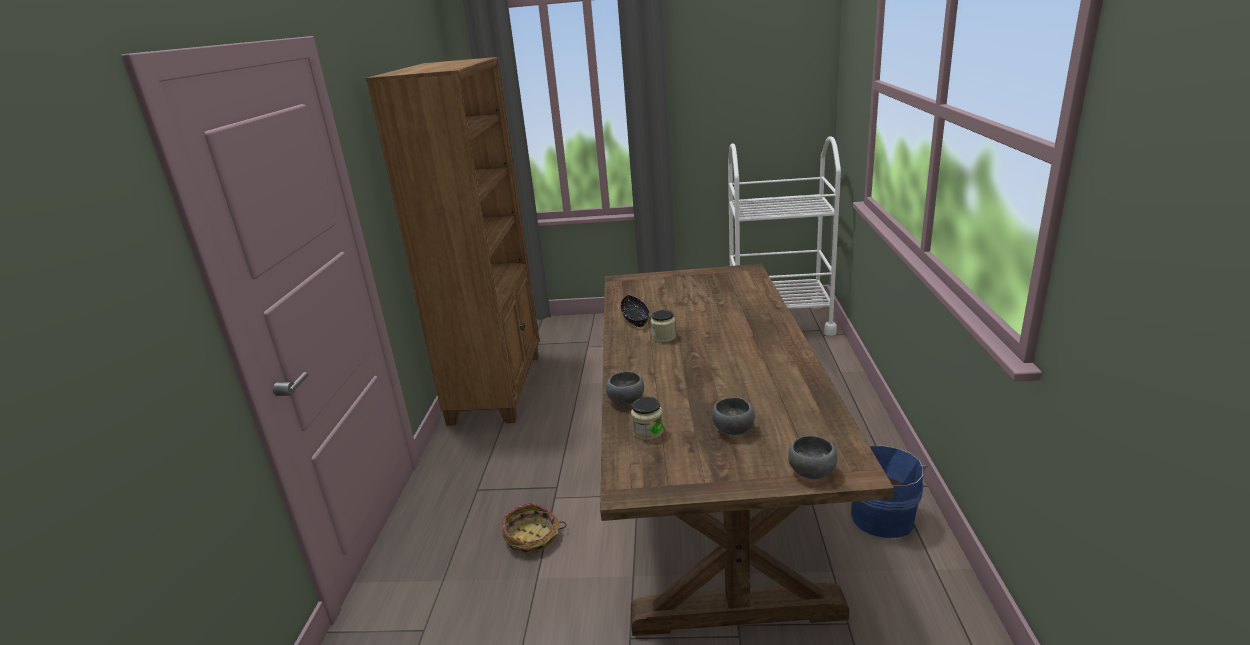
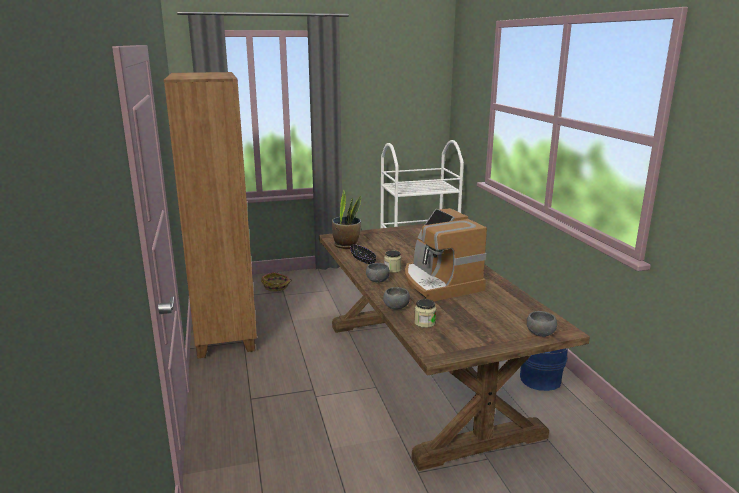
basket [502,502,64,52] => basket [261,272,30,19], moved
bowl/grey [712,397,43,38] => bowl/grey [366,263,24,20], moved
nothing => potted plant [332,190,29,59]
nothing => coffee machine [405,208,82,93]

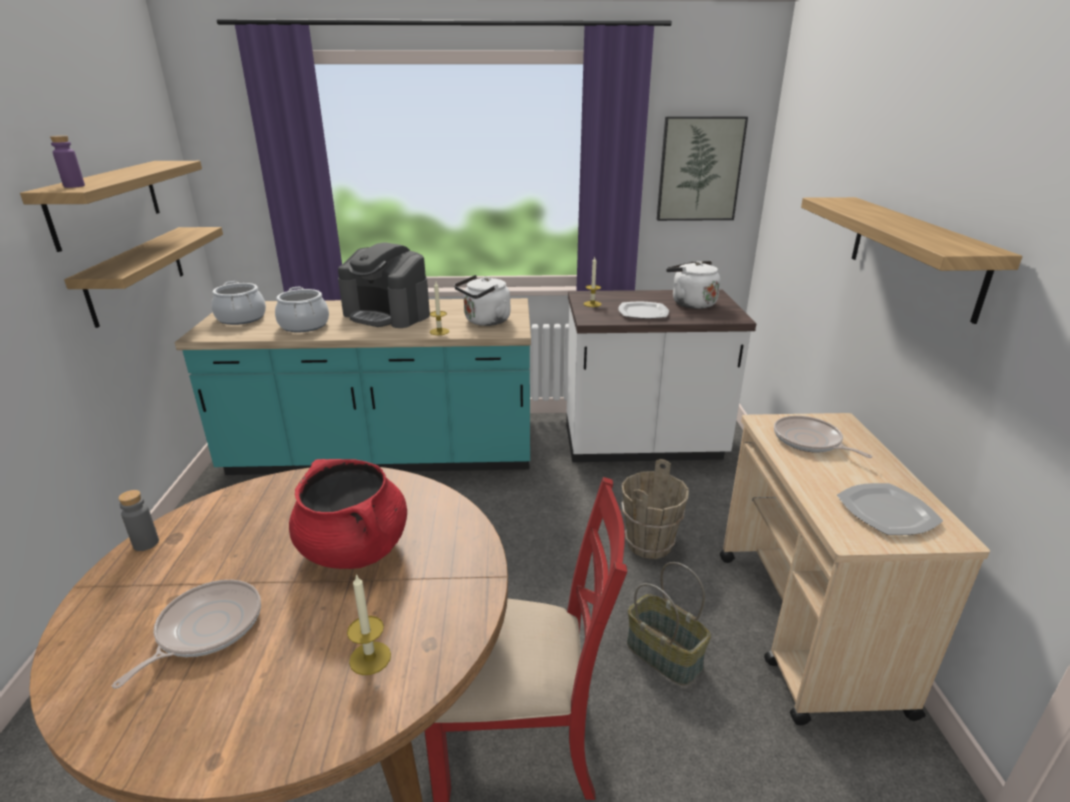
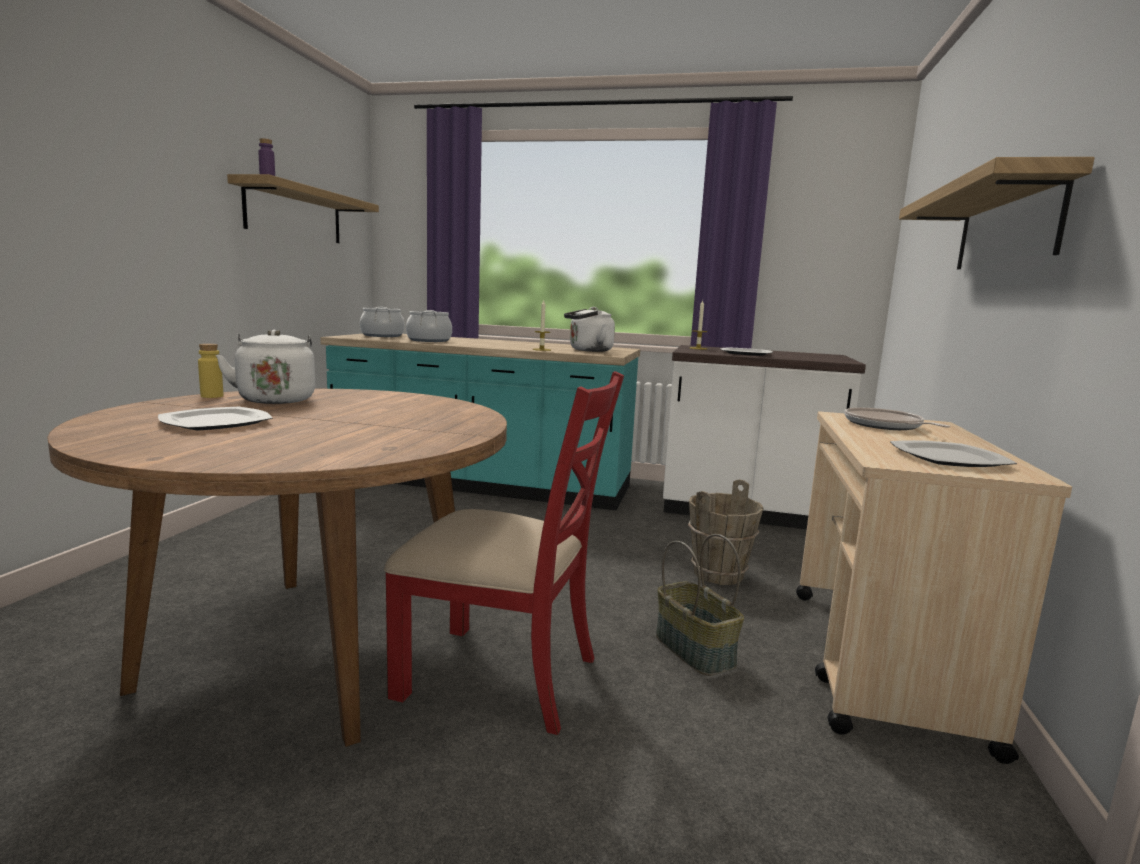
shelf [64,227,159,101] => nothing
frying pan [112,580,149,109] => plate [158,407,114,24]
bottle/grey [118,490,41,61] => bottle/yellow [198,343,26,55]
cooking pot/red [289,459,118,110] => nothing
coffee machine [338,242,92,86] => nothing
candle [347,574,44,101] => nothing
picture [657,116,91,105] => nothing
kettle/white [666,261,54,48] => kettle/white [216,330,99,74], moved

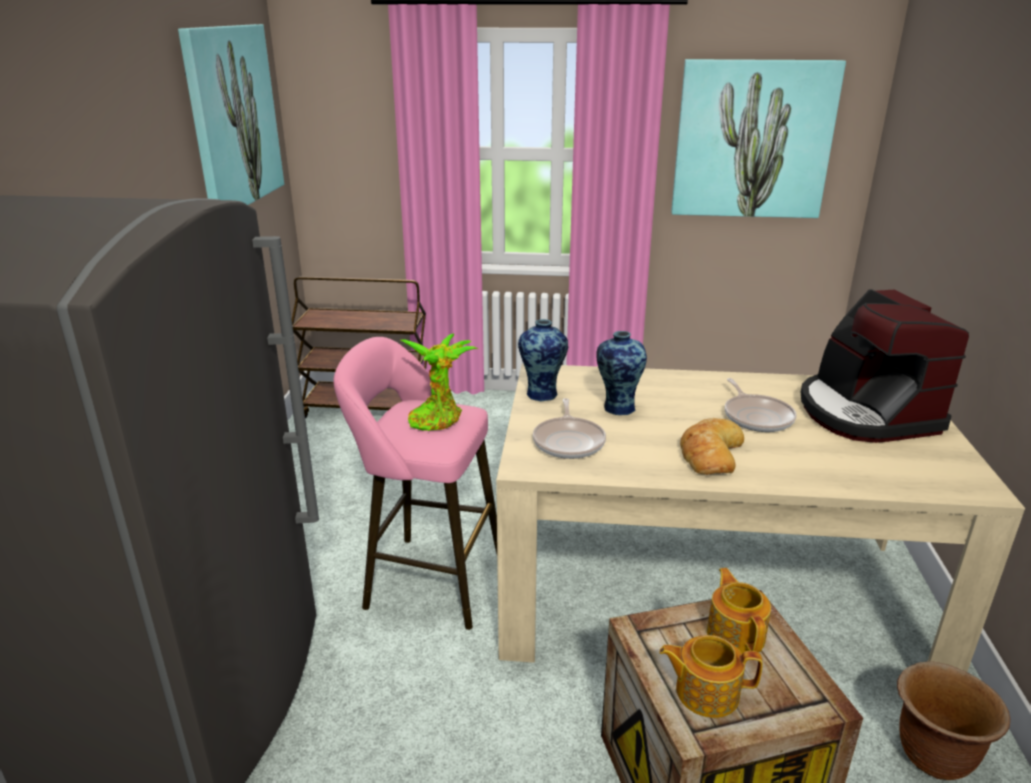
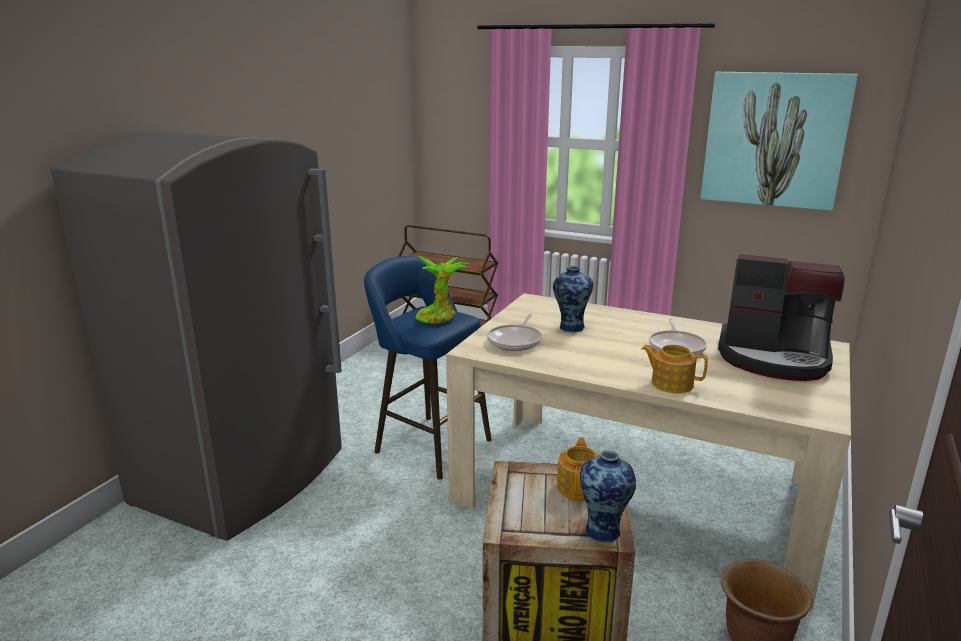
picture [178,24,106,181] => nothing
stool/pink [333,337,164,293] => stool/blue [364,256,128,223]
vase [518,319,50,83] => vase [580,450,56,94], moved
teapot [659,635,104,83] => teapot [642,345,66,48], moved
bread [680,418,64,57] => nothing
coffee machine [801,289,168,154] => coffee machine [718,254,127,127], 75 degrees counterclockwise

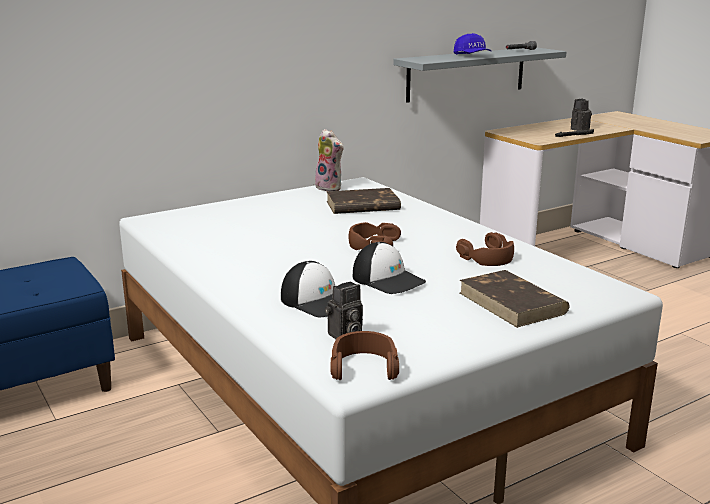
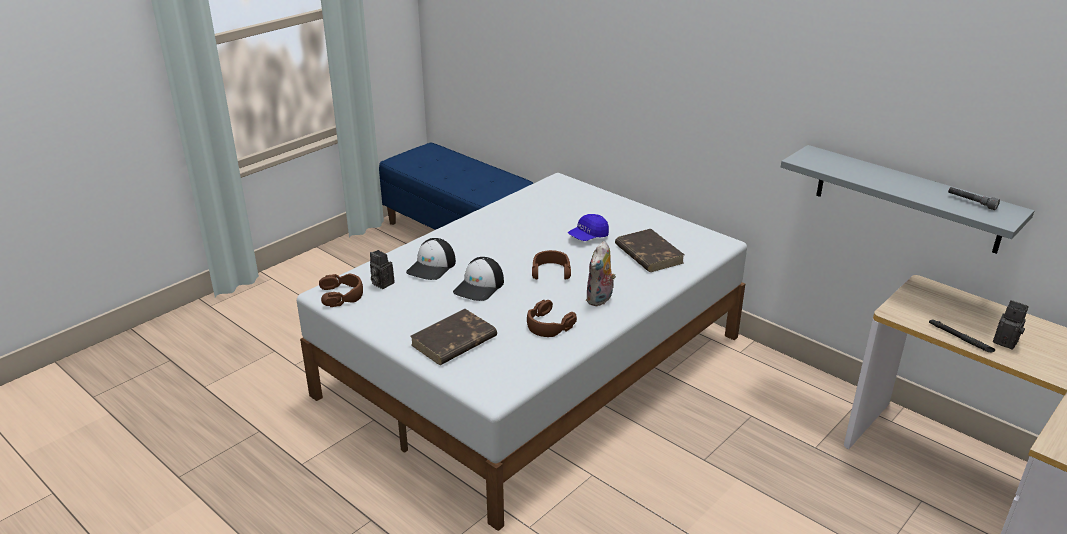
plush toy [315,129,29,62] => plush toy [586,241,30,65], moved
cap/blue [454,33,37,21] => cap/blue [568,214,41,27], moved

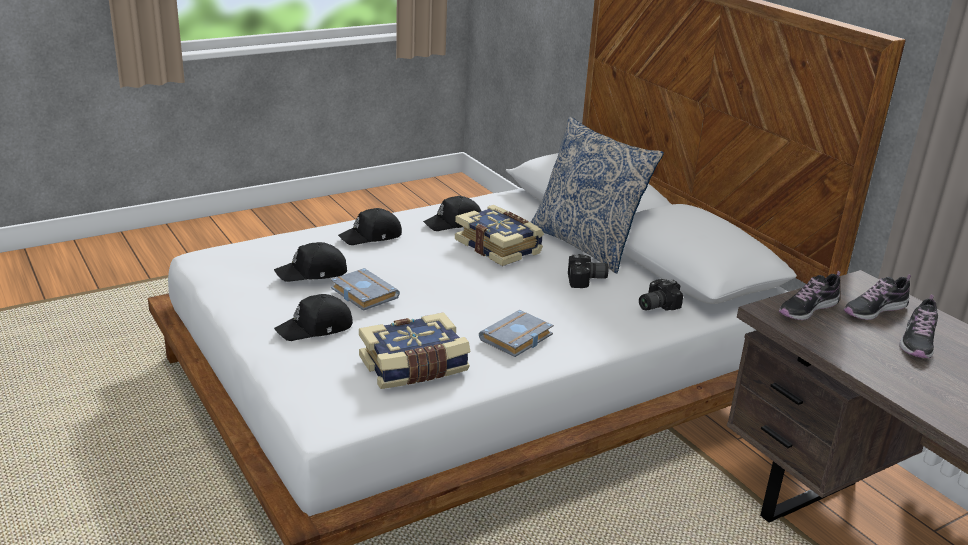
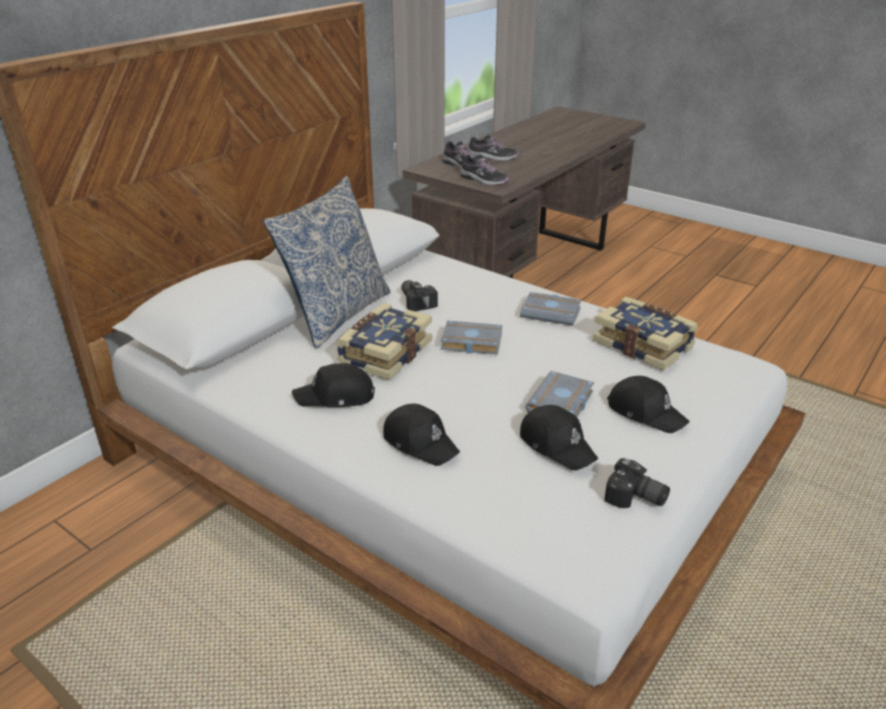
cap/black [423,196,58,35] => cap/black [292,363,83,44], 135 degrees clockwise
photo camera [639,279,44,32] => photo camera [604,458,66,50], moved
nothing => book/grey [441,320,61,35]

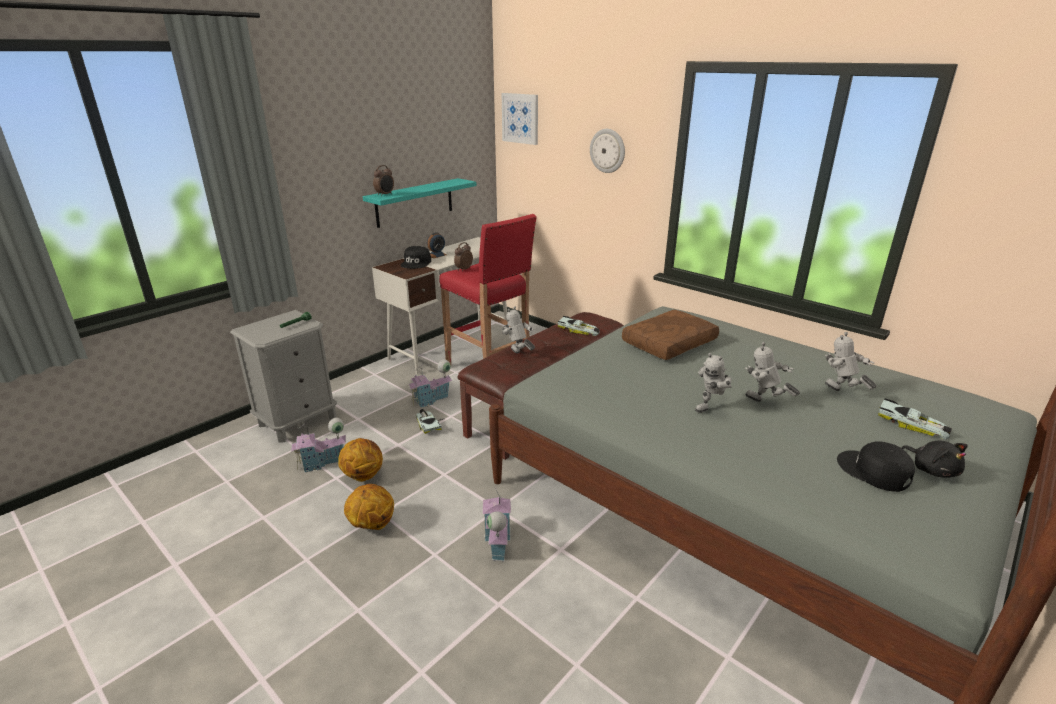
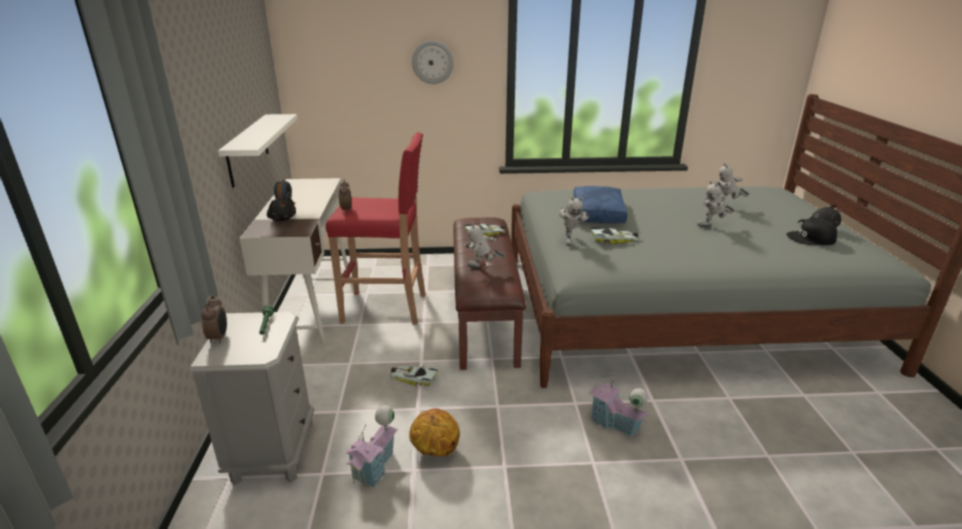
basketball [344,484,50,46] => nothing
shelf/turquoise [363,178,113,50] => shelf/white [218,114,79,74]
alarm clock [373,165,21,31] => alarm clock [201,296,26,47], moved
cap/black [400,246,31,23] => plush toy/black [267,198,29,23]
toy house [408,359,44,49] => nothing
picture [502,93,36,52] => nothing
pillow/brown [622,310,97,50] => pillow/blue [573,186,54,37]
toy robot [695,353,37,60] => toy robot [559,197,30,49], moved
toy car [878,398,74,41] => toy car [591,228,47,16], moved

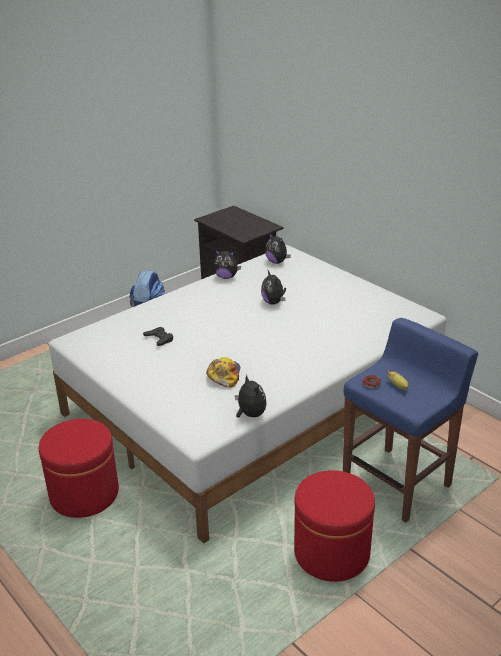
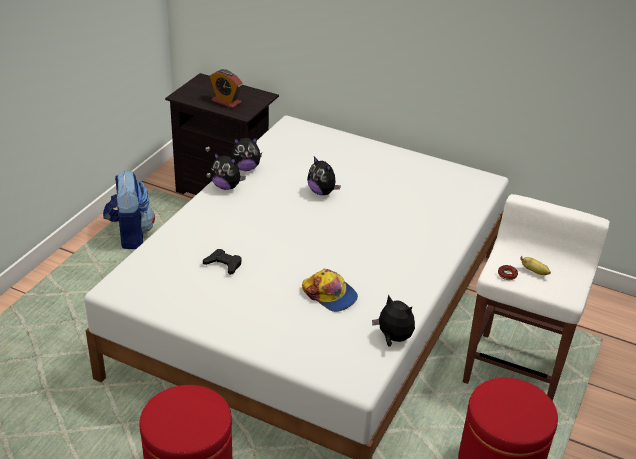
cap [206,357,35,31] => cap [302,269,56,43], 150 degrees clockwise
plush toy [265,233,26,31] => plush toy [210,152,36,38], moved
stool/blue [343,318,135,205] => stool/white [463,194,147,207]
nothing => alarm clock [210,69,32,40]

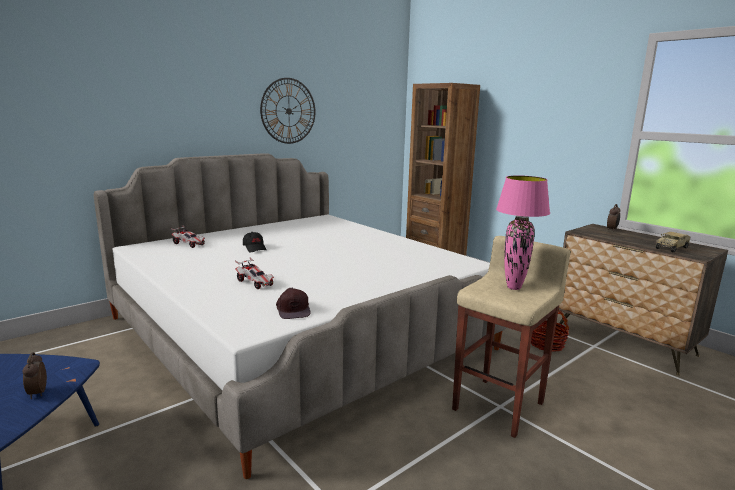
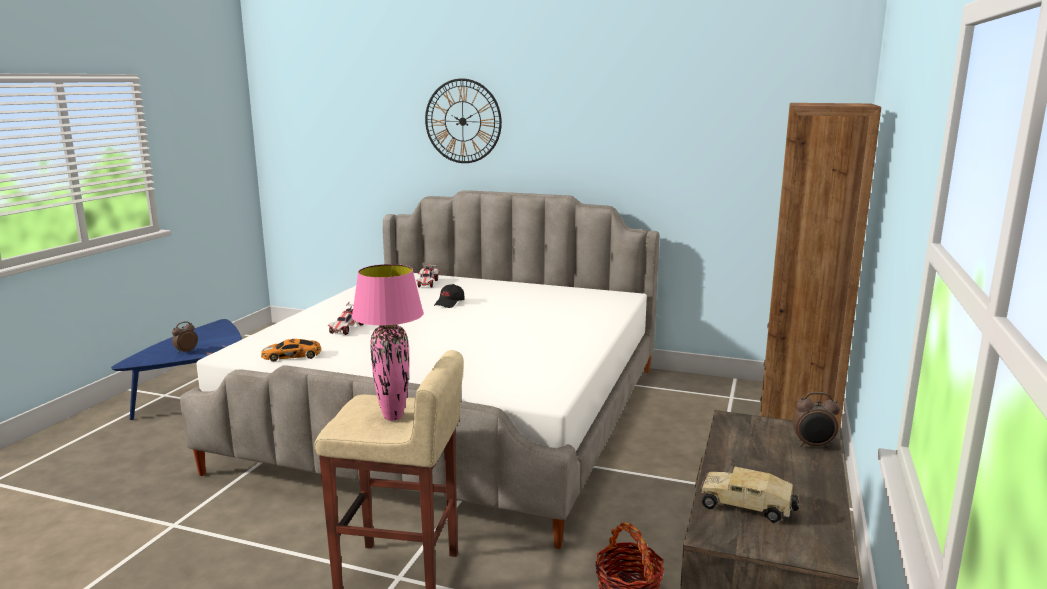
wall clock [260,78,55,66] => wall clock [425,78,77,85], moved
cap/brown [276,288,35,31] => toy car [261,339,60,22]

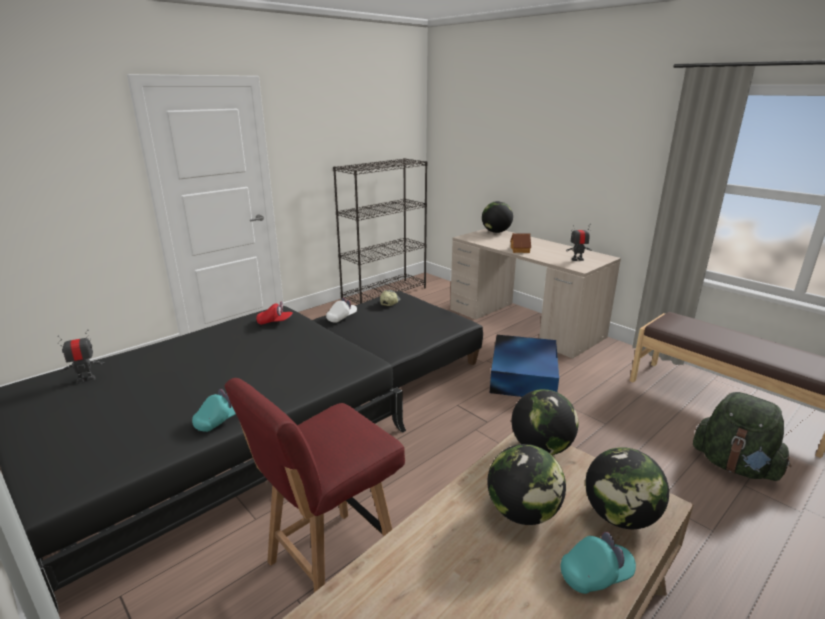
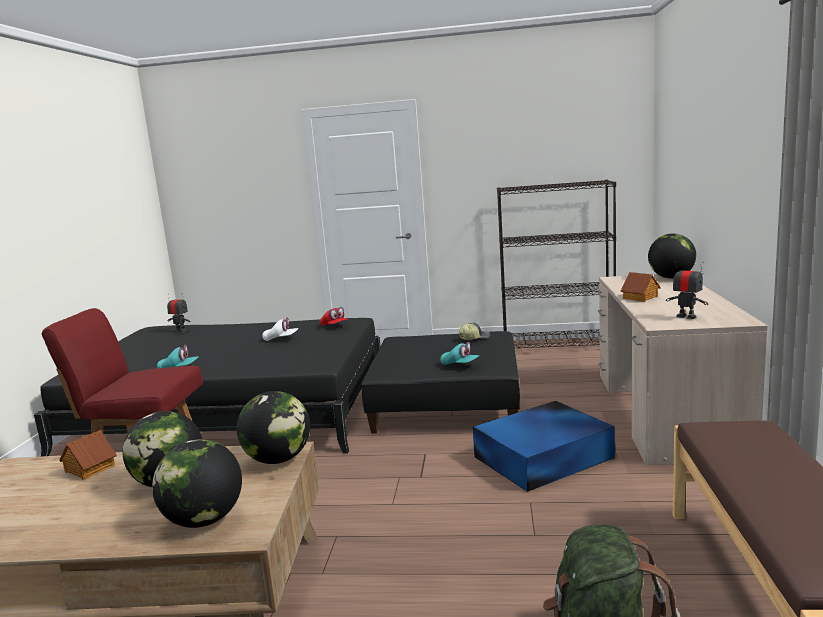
cap/white [326,298,31,25] => cap/white [262,317,37,24], moved
cap/turquoise [561,532,75,62] => cap/turquoise [440,342,39,23], moved
nothing => toy house [59,430,58,50]

